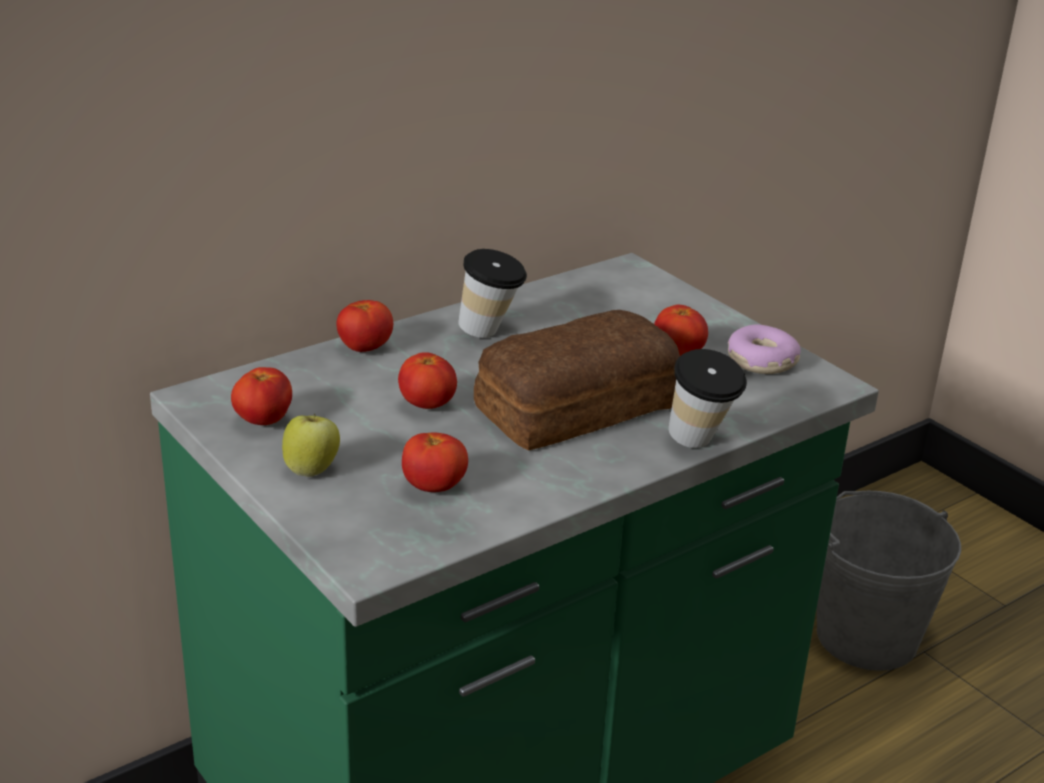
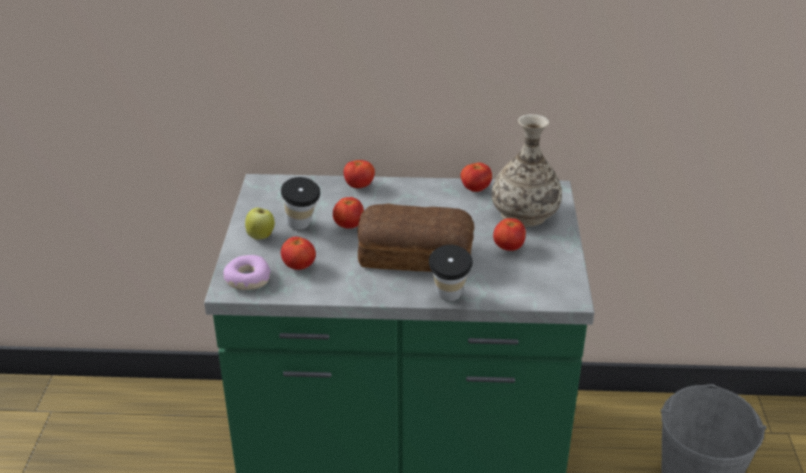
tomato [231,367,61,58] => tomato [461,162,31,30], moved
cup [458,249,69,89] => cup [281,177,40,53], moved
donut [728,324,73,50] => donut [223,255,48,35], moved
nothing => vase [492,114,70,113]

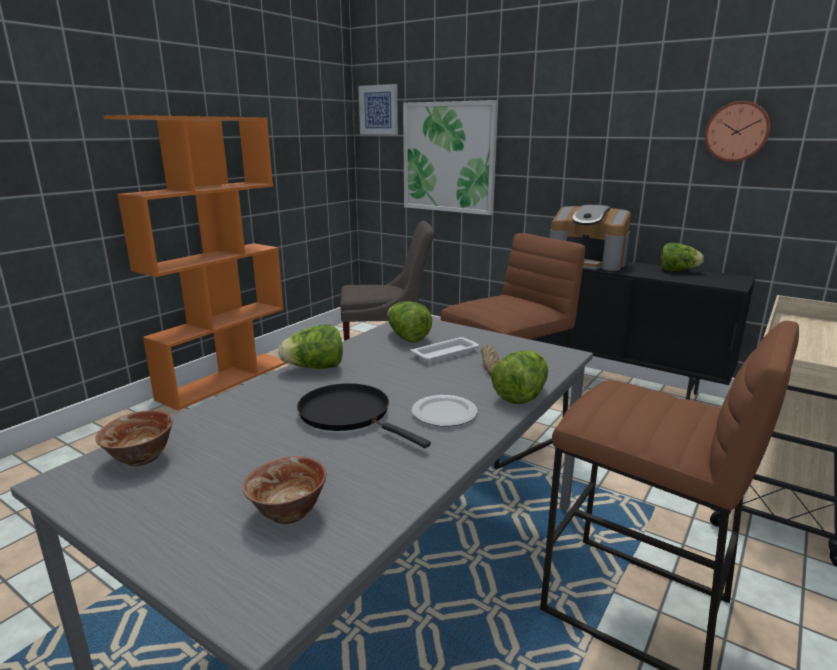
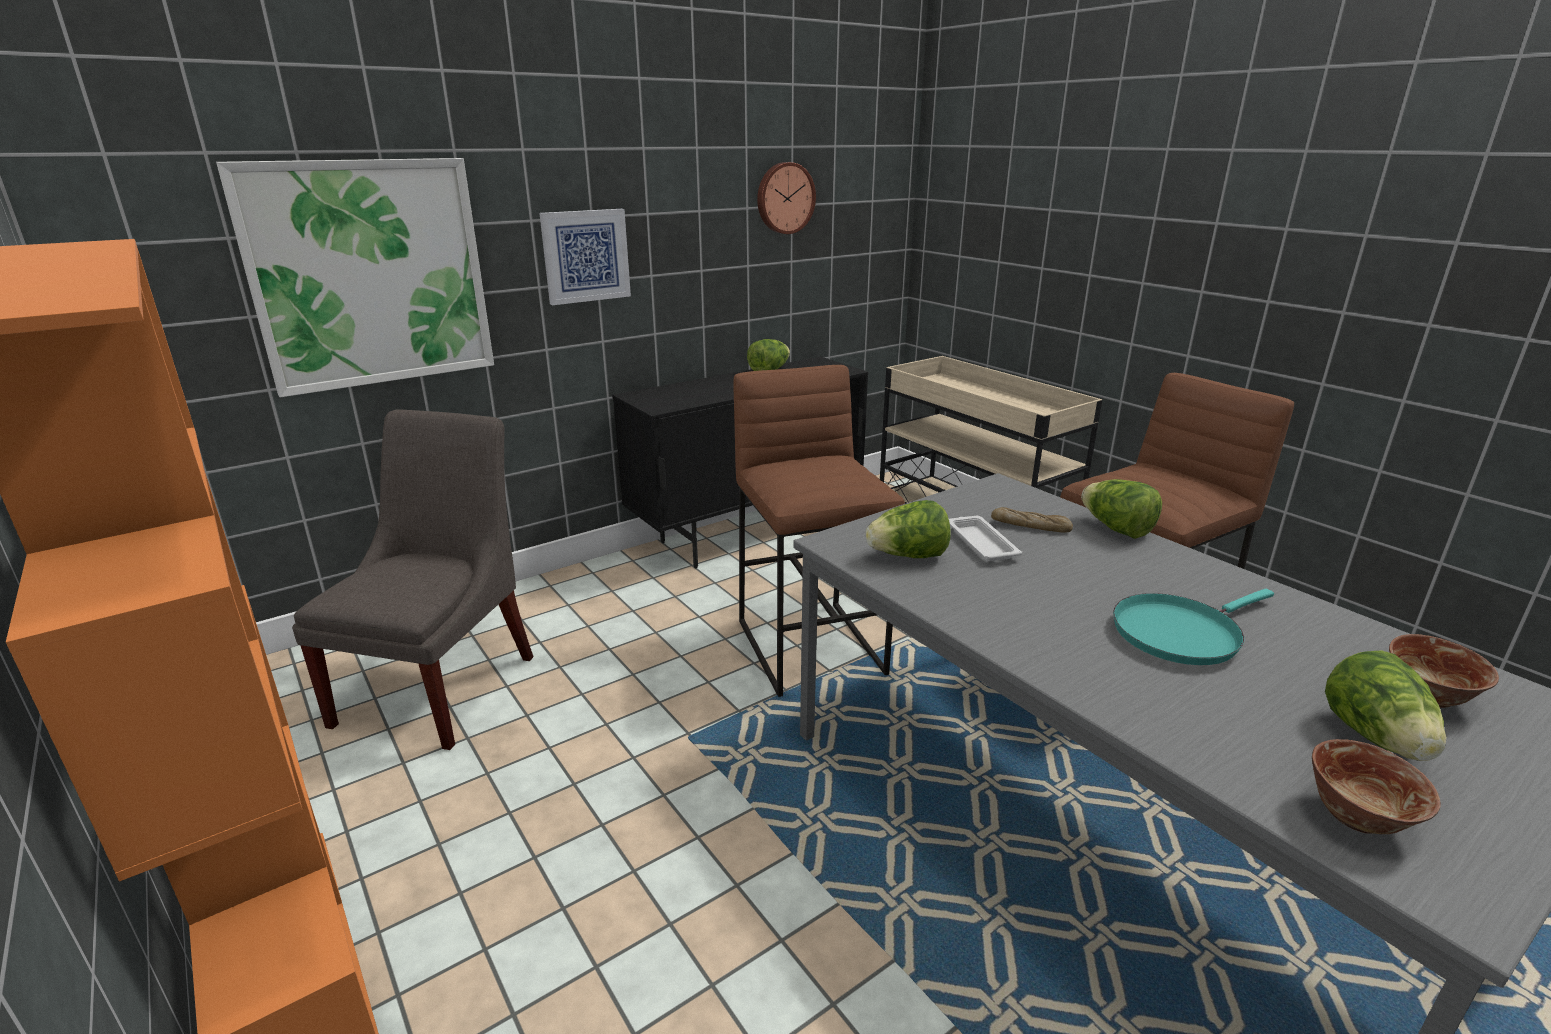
lettuce [278,324,65,45] => lettuce [1325,650,121,111], moved
frying pan/black [297,383,134,65] => frying pan/turquoise [1113,589,161,76]
picture [358,84,40,51] => picture [539,209,92,96], moved
plate [412,395,66,32] => nothing
coffee machine [550,205,81,66] => nothing

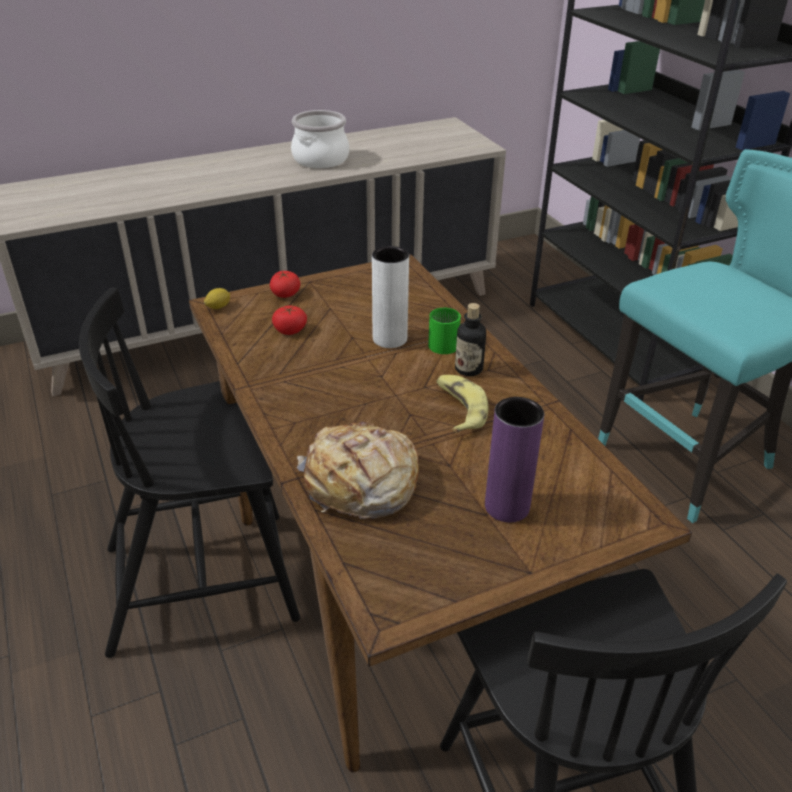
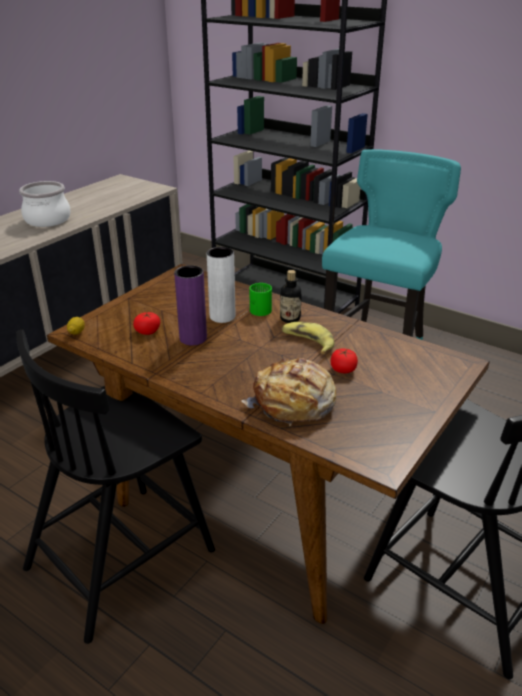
tomato [270,271,30,27] => tomato [331,349,27,24], moved
vase/purple [485,397,59,125] => vase/purple [174,265,33,81], moved

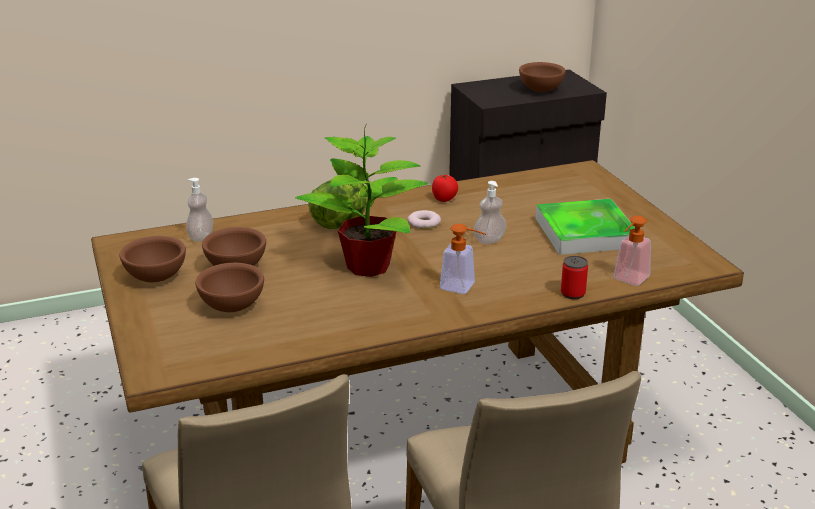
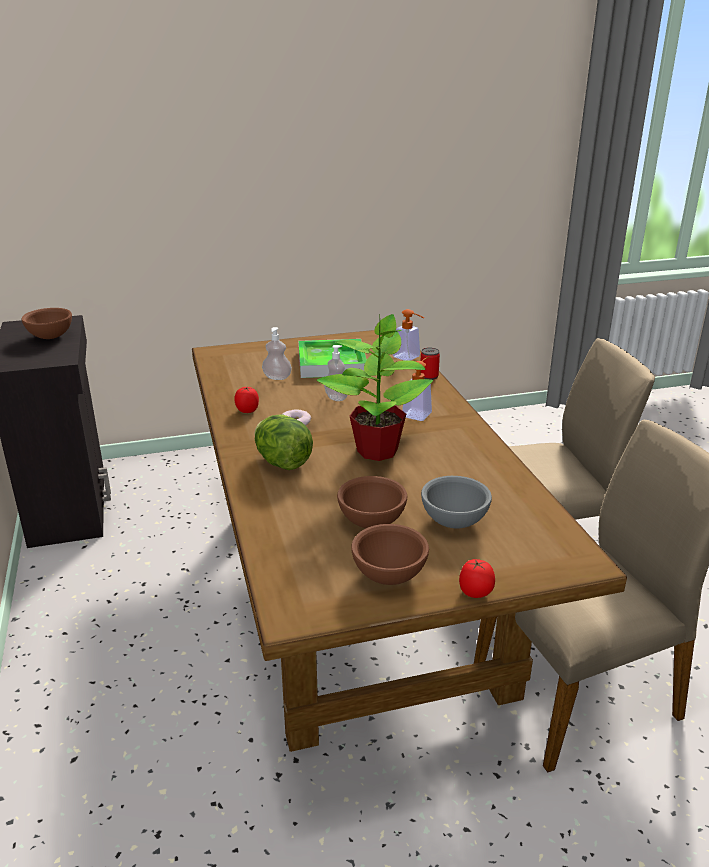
soap dispenser [186,178,27,63] => soap dispenser [262,327,30,53], moved
bowl/brown [195,263,69,49] => bowl/grey [421,476,71,53]
nothing => tomato [459,559,36,39]

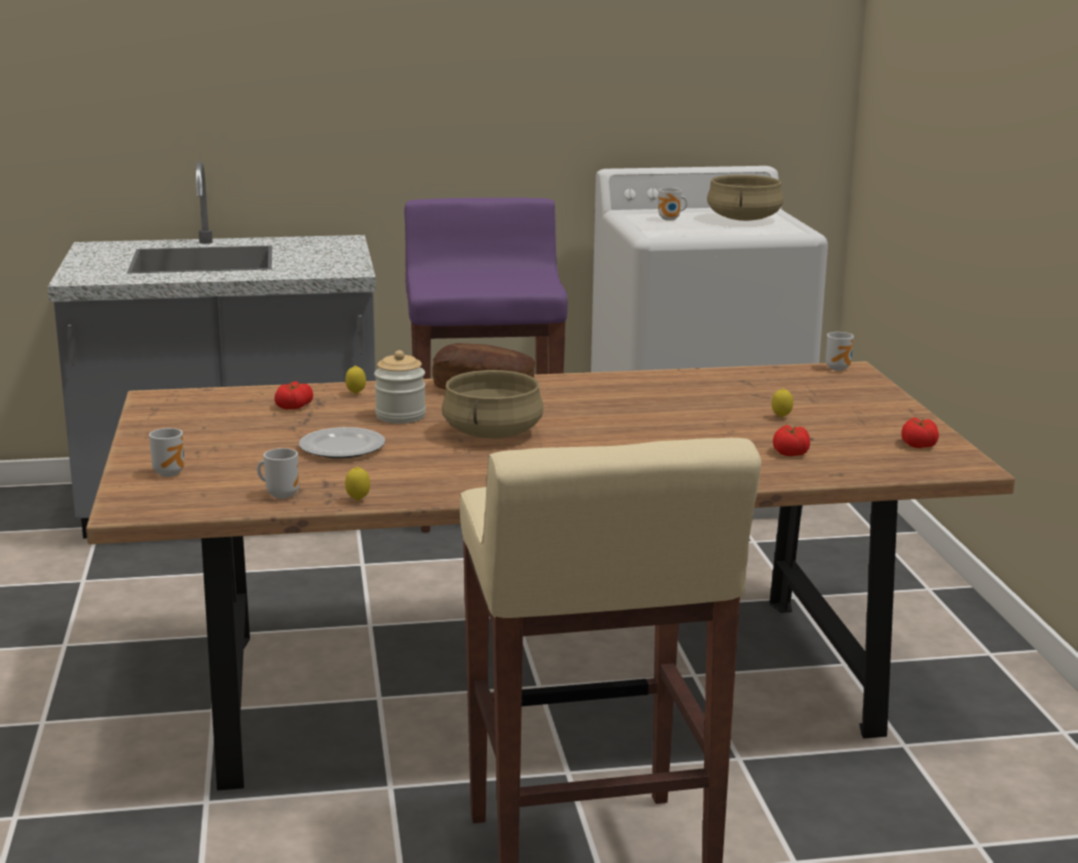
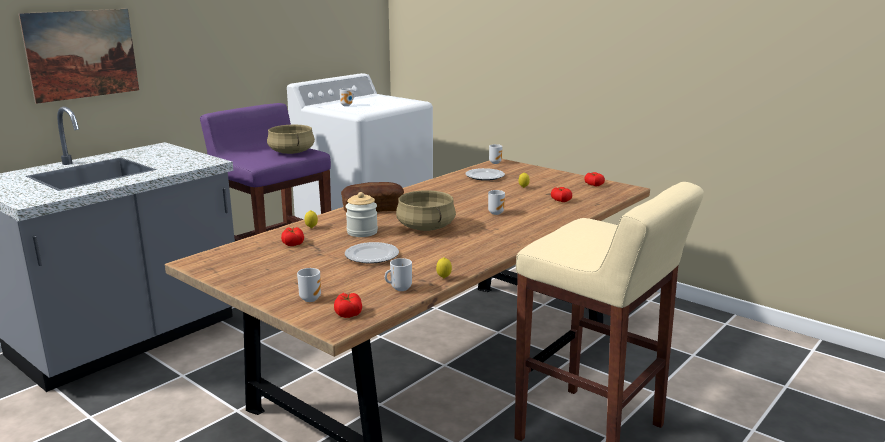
cooking pot/beige [707,175,77,46] => cooking pot/beige [267,125,48,29], moved
nothing => picture [18,9,121,95]
nothing => tomato [334,293,28,25]
nothing => plate [465,168,40,13]
nothing => mug [488,190,17,25]

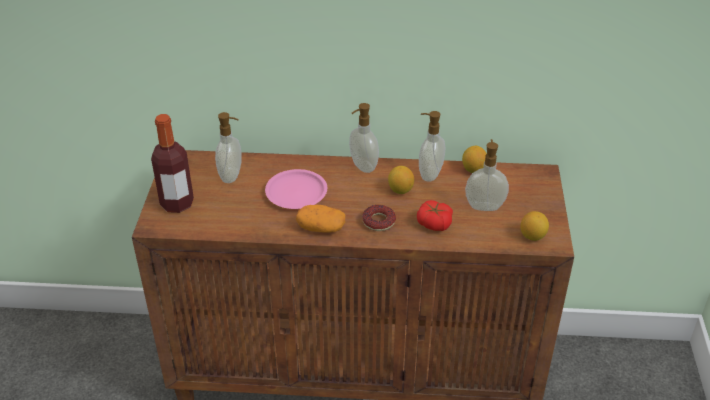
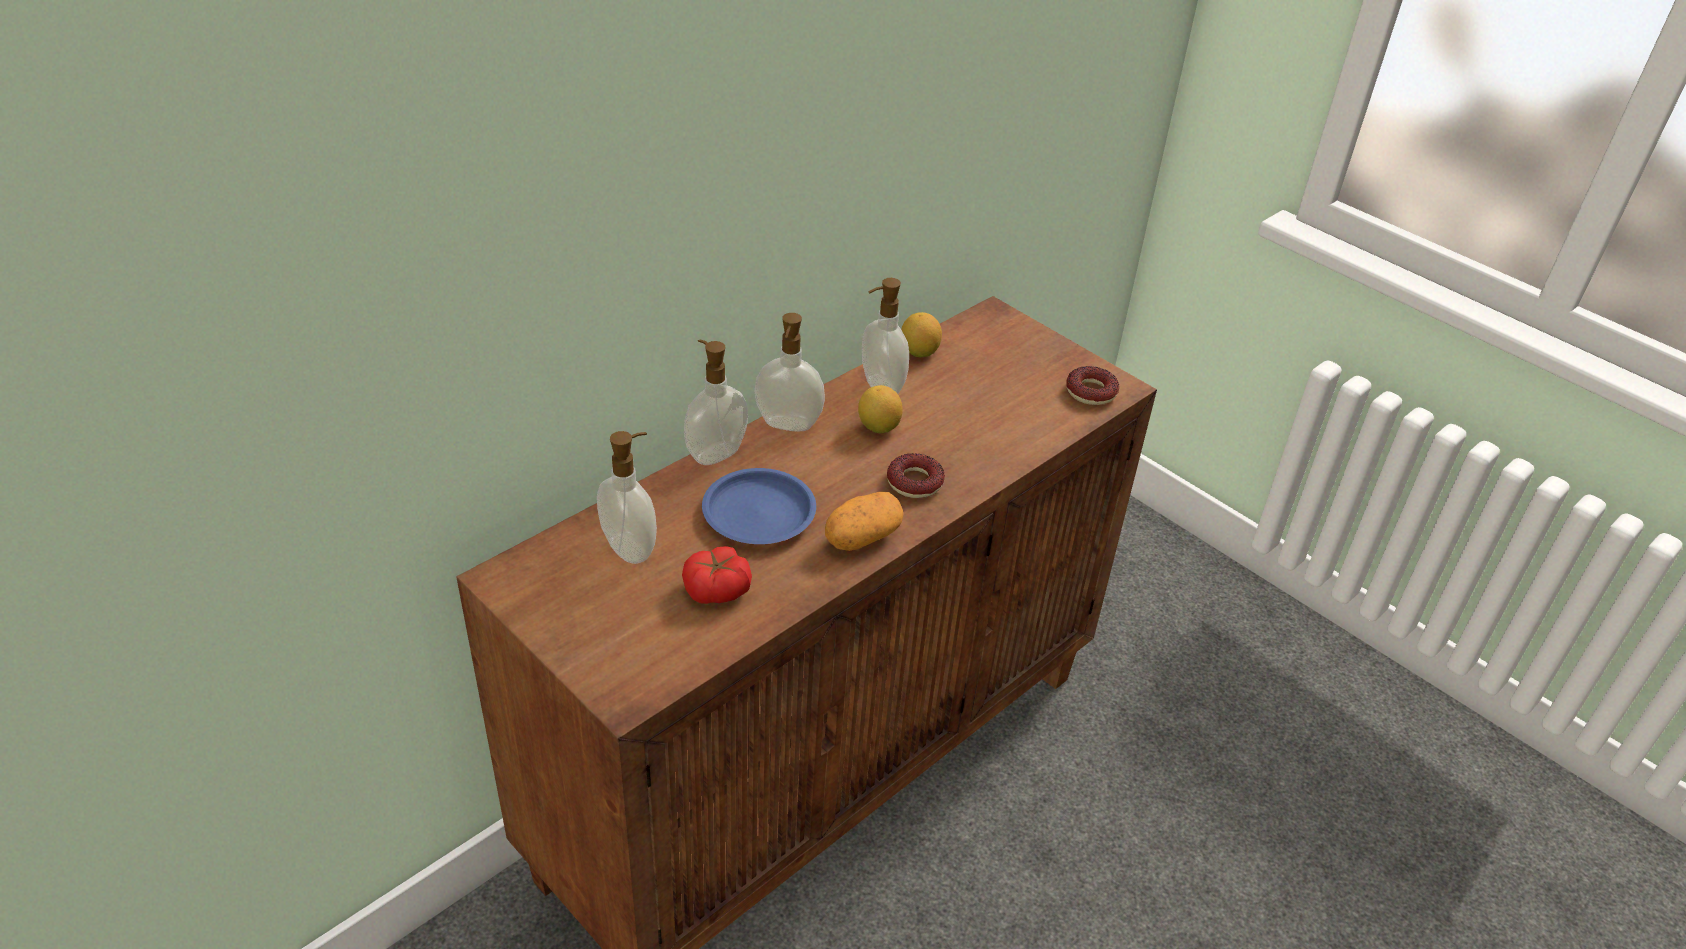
bottle [151,114,43,99] => nothing
plate/pink [265,169,62,40] => plate/blue [702,468,114,76]
tomato [417,200,36,31] => tomato [682,546,70,58], moved
soap dispenser [465,139,44,72] => soap dispenser [684,339,64,126], moved
lemon [520,211,29,30] => donut [1066,366,53,39]

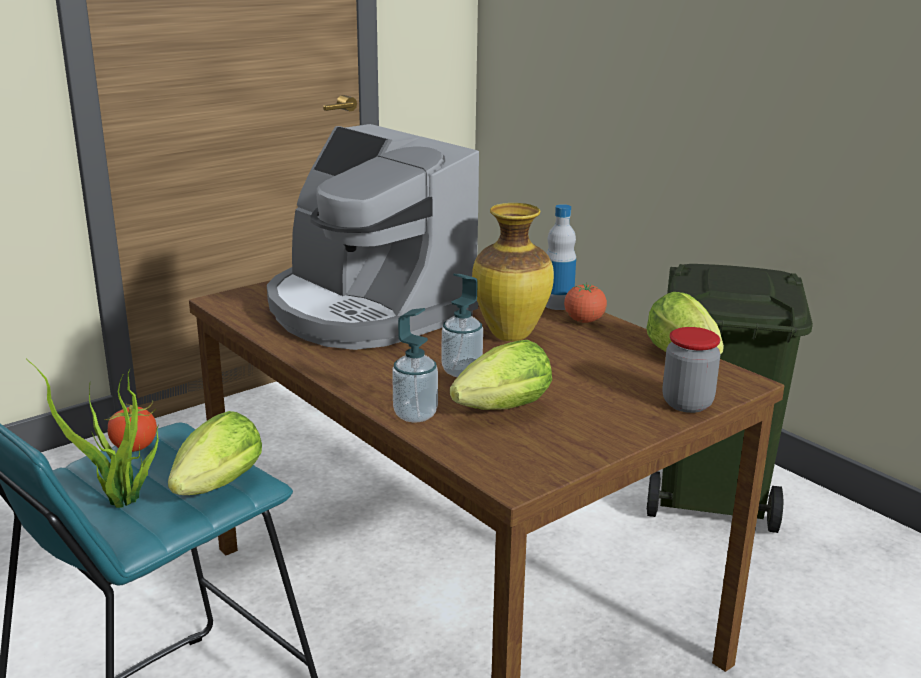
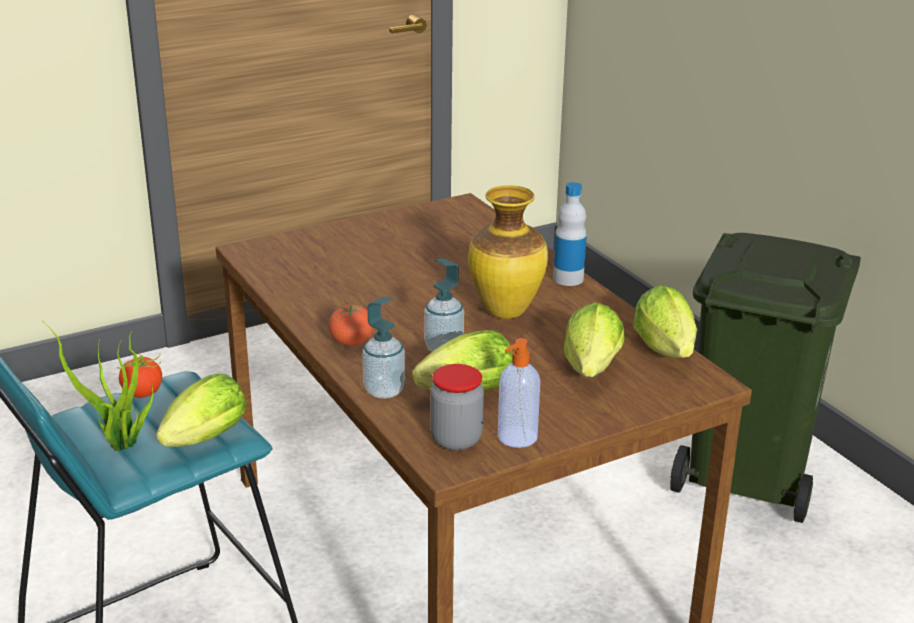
coffee machine [267,124,212,226] => nothing
tomato [564,283,43,40] => tomato [329,304,45,42], moved
jar [663,327,57,86] => jar [430,364,54,87], moved
nothing => soap dispenser [498,338,42,110]
nothing => lettuce [564,302,61,75]

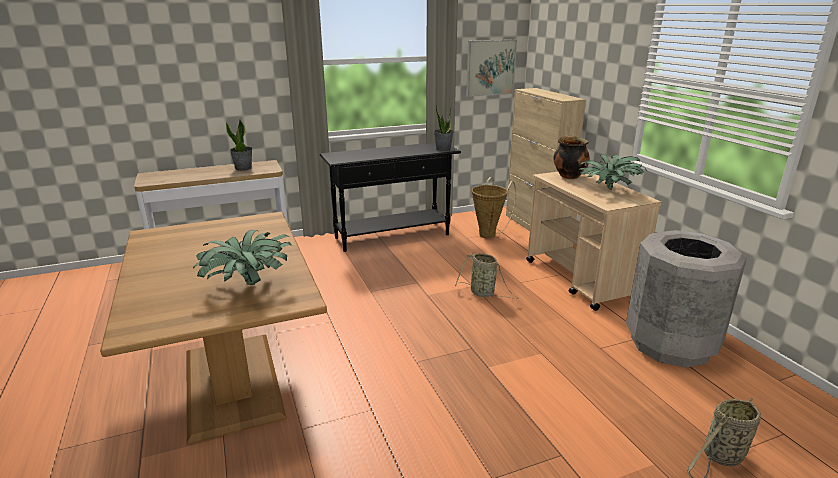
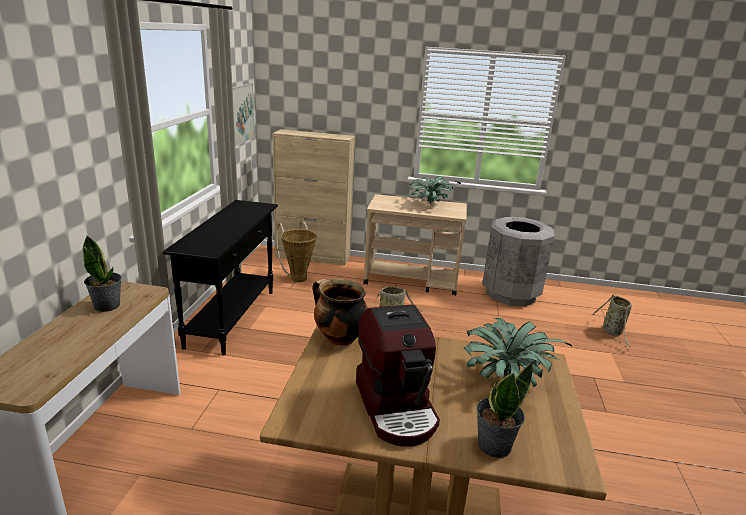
potted plant [434,105,20,46] => potted plant [477,363,56,95], moved
cooking pot [553,135,37,44] => cooking pot [313,279,55,67], moved
nothing => coffee machine [356,305,84,142]

